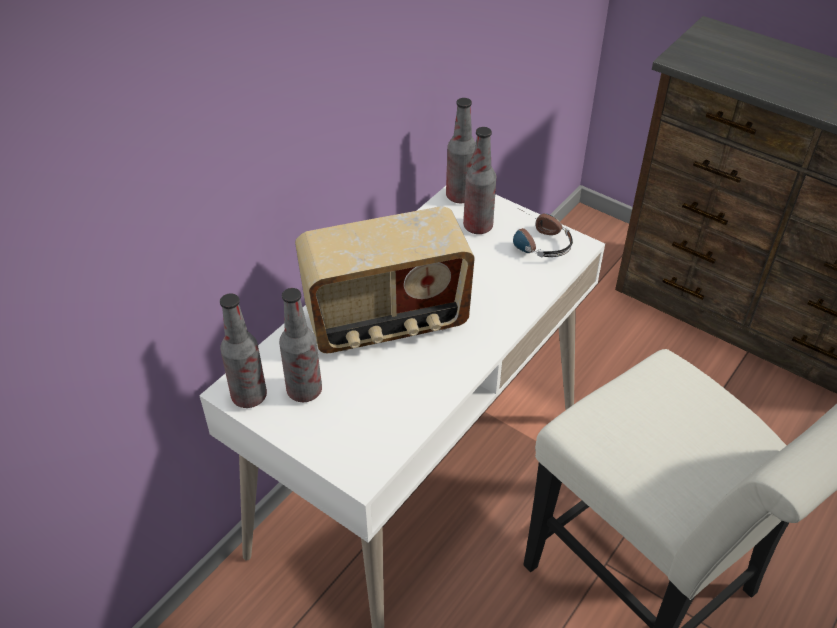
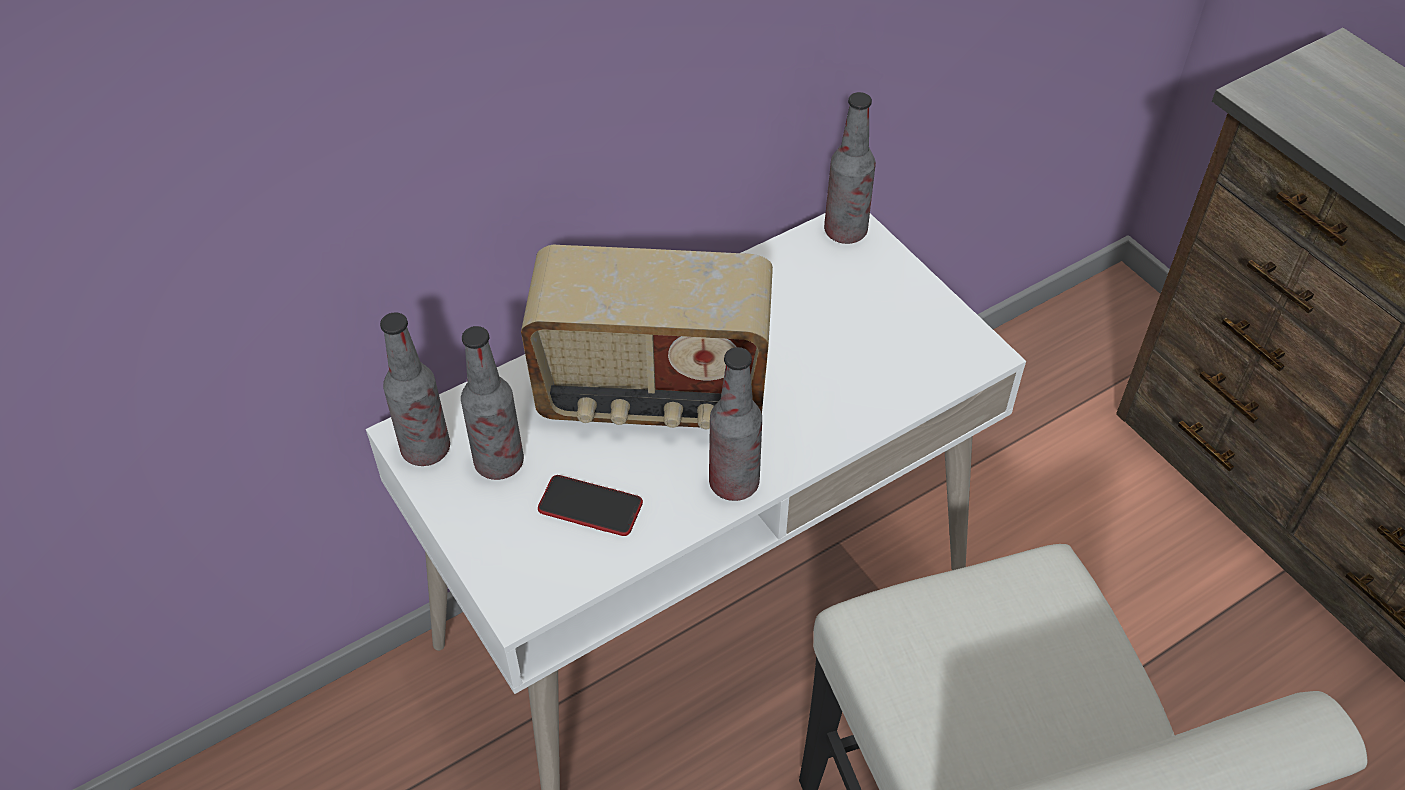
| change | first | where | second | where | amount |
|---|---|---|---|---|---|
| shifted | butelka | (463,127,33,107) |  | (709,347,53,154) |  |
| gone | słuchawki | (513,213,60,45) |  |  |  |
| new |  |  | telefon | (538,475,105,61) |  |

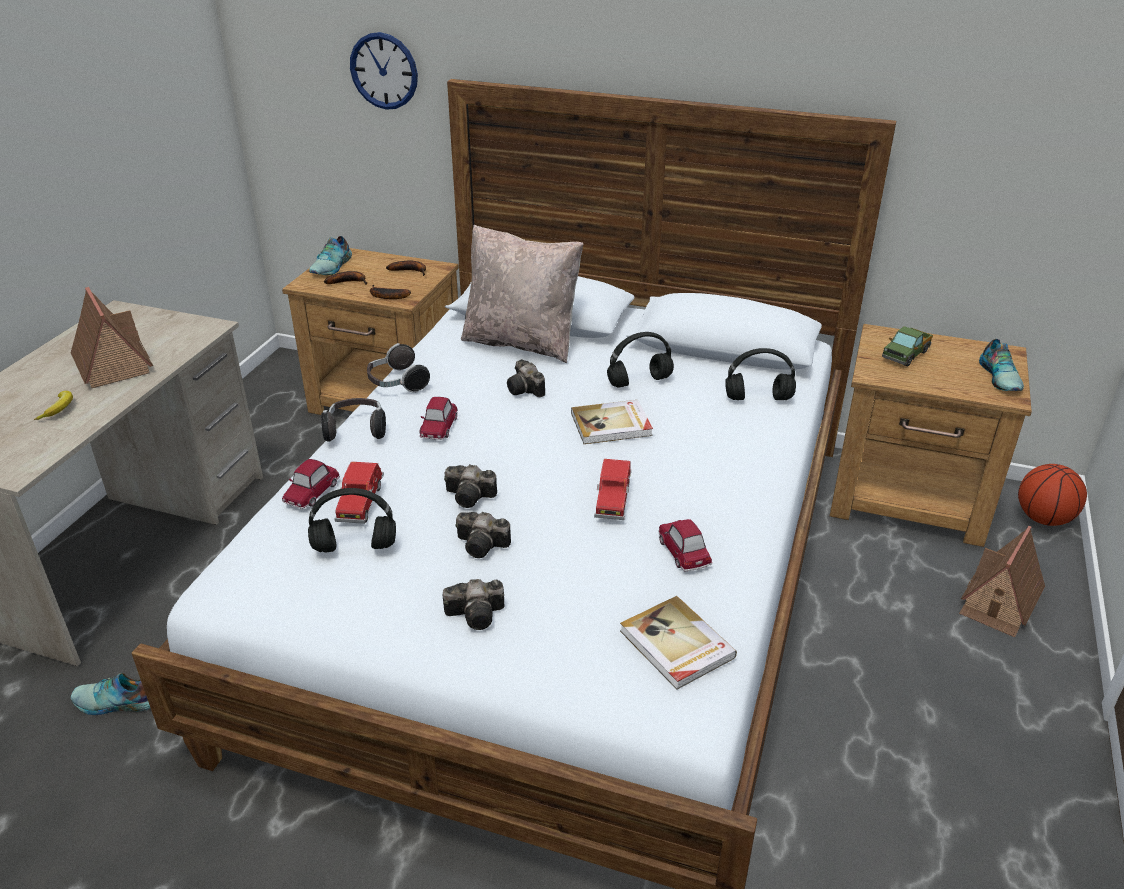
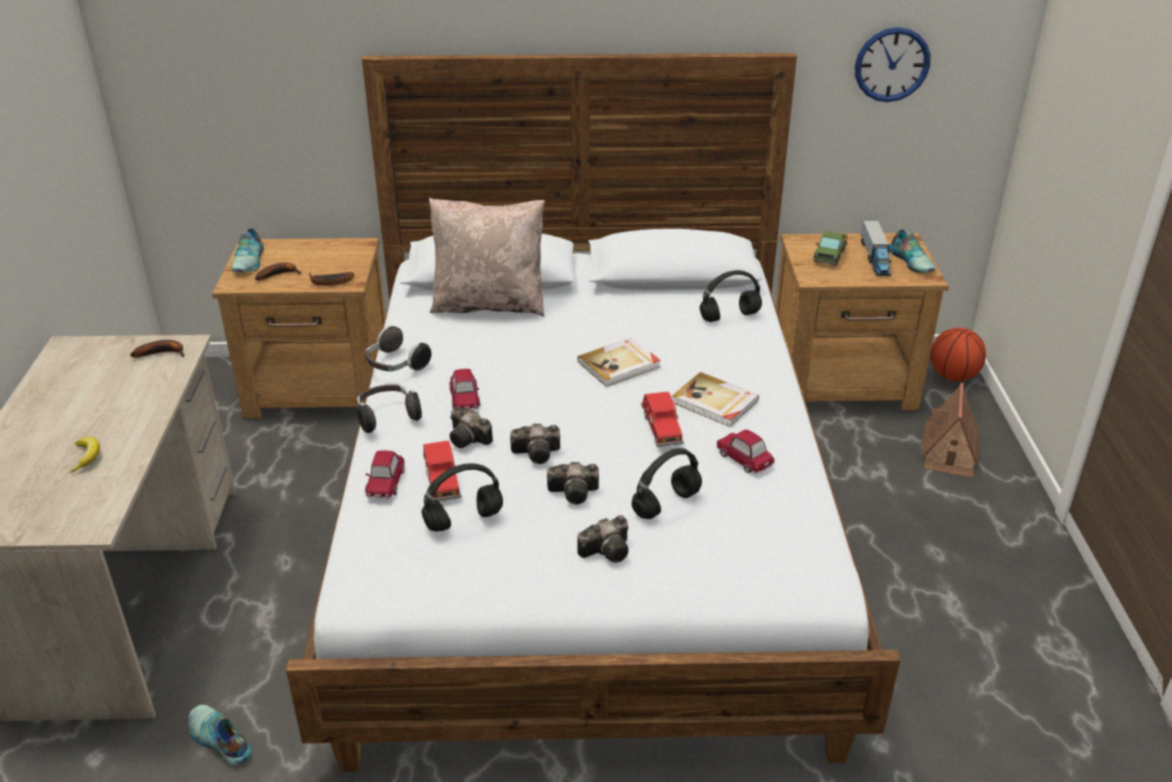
| change | first | where | second | where | amount |
|---|---|---|---|---|---|
| shifted | zegar ścienny | (350,32,68,78) |  | (855,27,75,75) |  |
| shifted | banan | (386,261,40,15) |  | (130,340,55,18) |  |
| gone | domek | (71,287,82,101) |  |  |  |
| shifted | słuchawki/czarny | (607,332,67,56) |  | (632,448,70,71) |  |
| shifted | aparat fotograficzny | (507,359,38,38) |  | (450,407,43,41) |  |
| shifted | książka | (620,596,117,94) |  | (672,372,87,55) |  |
| rotated | but | (71,673,79,42) |  | (189,705,62,61) | 60 degrees clockwise |
| new |  |  | ciężarówka zabawkowa | (861,220,30,56) |  |

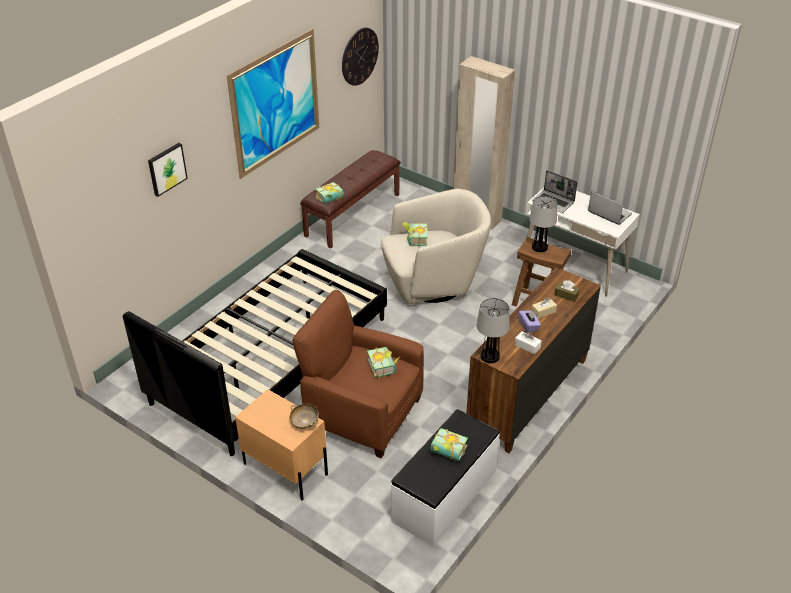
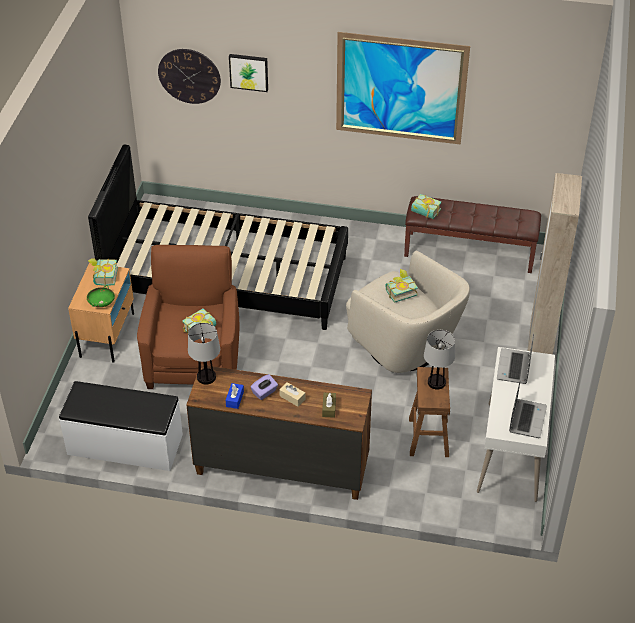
| change | first | where | second | where | amount |
|---|---|---|---|---|---|
| shifted | zegar ścienny | (342,28,37,58) |  | (158,49,63,55) |  |
| repainted | pudełko chusteczek/biały | (515,331,27,23) | pudełko chusteczek/niebieski | (226,383,18,26) |  |
| repainted | miska/beżowy | (290,404,29,25) | miska/zielony | (87,285,28,22) |  |
| shifted | książka | (430,428,38,33) |  | (88,258,30,29) |  |

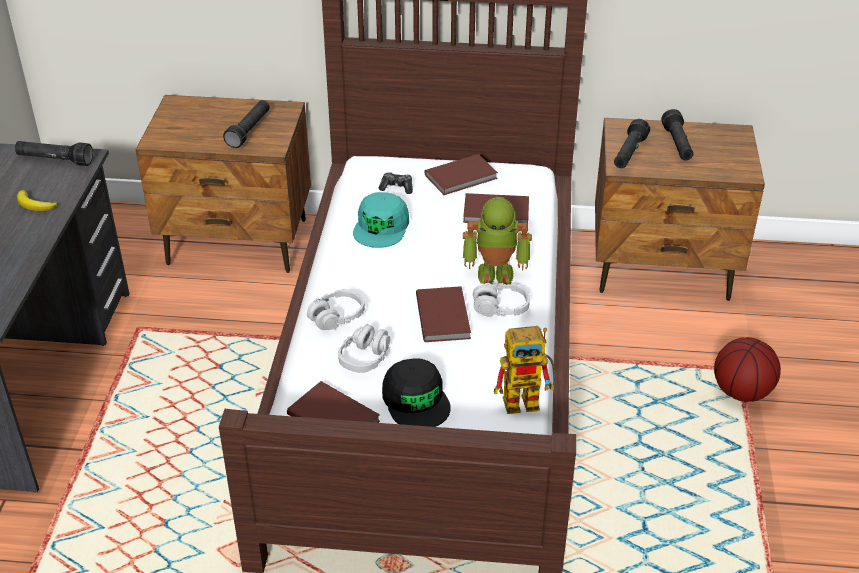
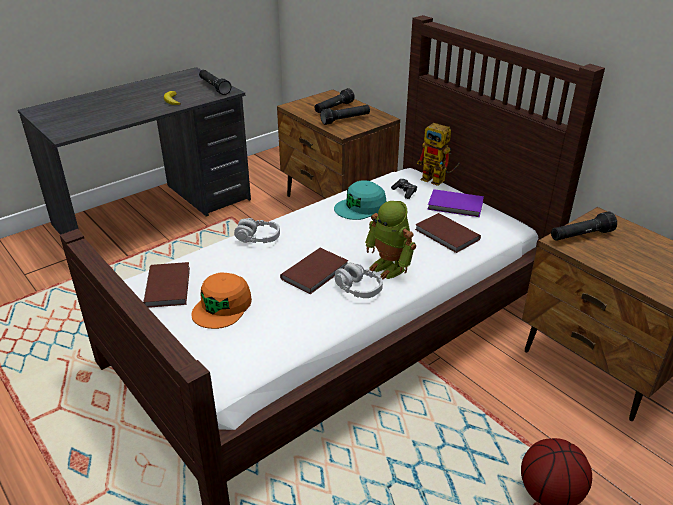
| change | first | where | second | where | amount |
|---|---|---|---|---|---|
| shifted | latarka/czarny | (661,109,32,52) |  | (314,88,41,25) |  |
| repainted | książka/brązowy | (425,154,73,41) | książka/fioletowy | (427,189,57,28) |  |
| gone | słuchawki/szary | (338,324,52,49) |  |  |  |
| shifted | robot zabawkowy | (494,326,62,88) |  | (417,123,43,63) |  |
| repainted | czapka z daszkiem/czarny | (382,358,69,69) | czapka z daszkiem/pomarańczowy | (191,272,61,57) |  |

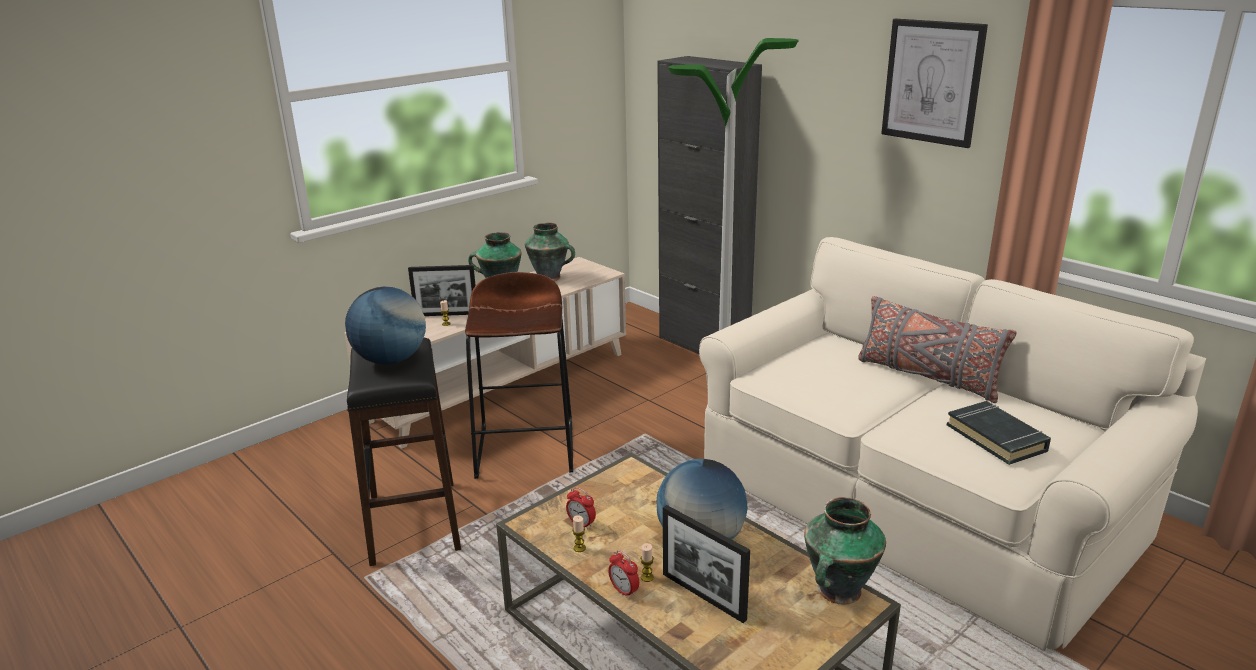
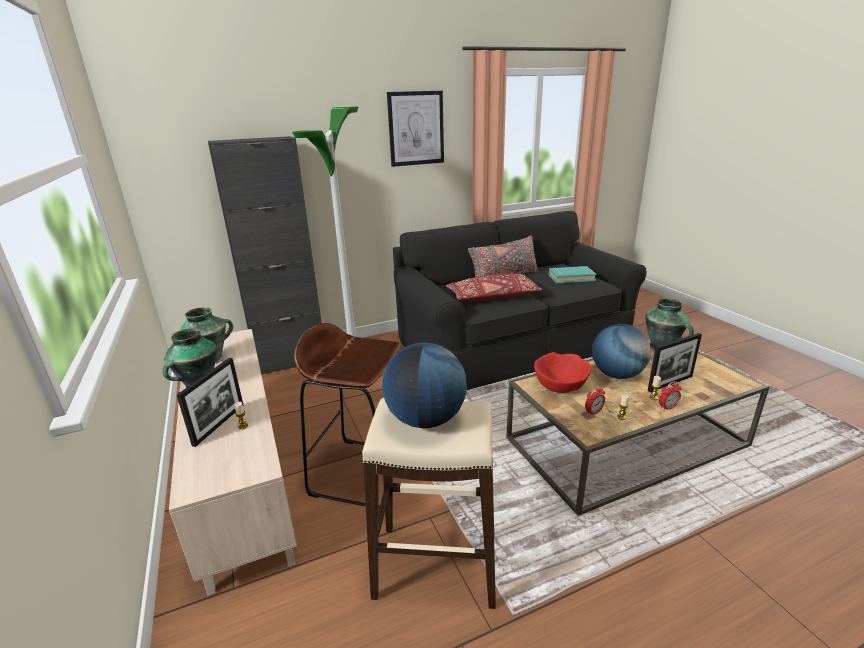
| change | first | where | second | where | amount |
|---|---|---|---|---|---|
| repainted | kanapa/beżowy | (699,237,507,414) | kanapa/czarny | (393,211,253,179) |  |
| repainted | stołek/czarny | (347,338,114,228) | stołek/beżowy | (362,398,134,211) |  |
| repainted | książka/czarny | (947,401,104,64) | książka/turkusowy | (549,266,47,17) |  |
| new |  |  | poduszka/czerwony | (446,273,96,29) |  |
| new |  |  | miska/czerwony | (534,352,58,41) |  |

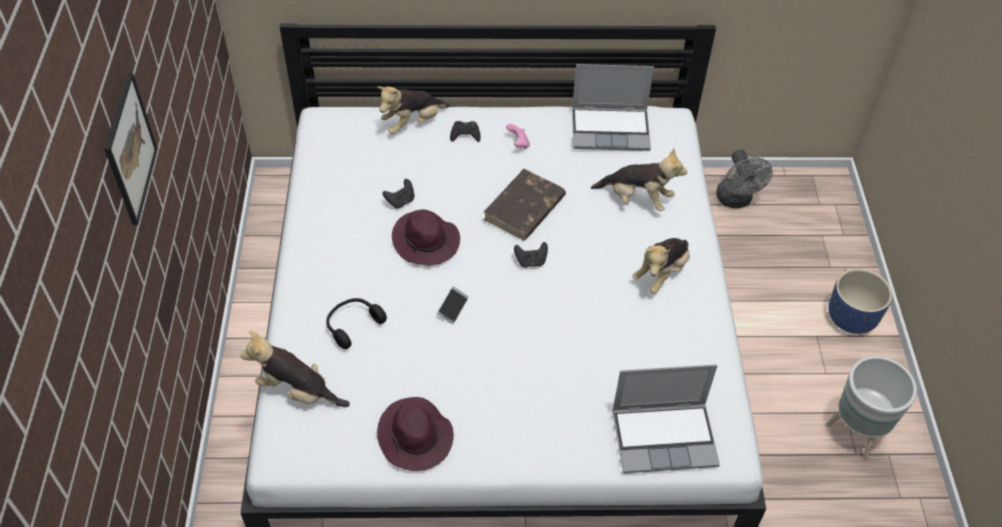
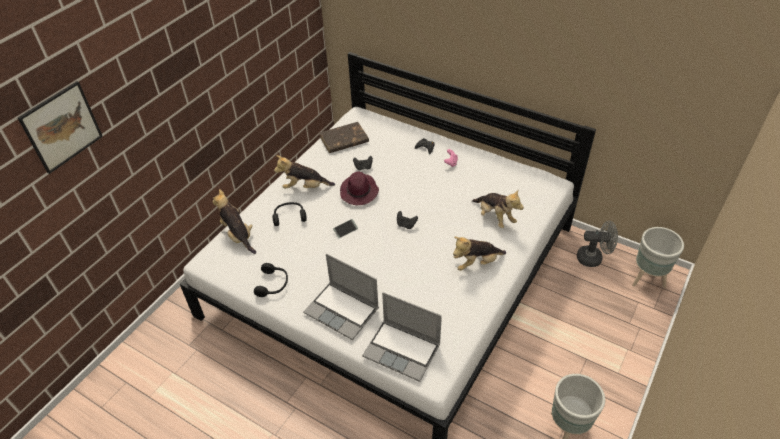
| change | first | where | second | where | amount |
|---|---|---|---|---|---|
| shifted | laptop | (572,64,82,87) |  | (304,254,75,86) |  |
| shifted | obraz | (104,72,54,153) |  | (18,81,85,93) |  |
| shifted | pluszak | (377,86,73,48) |  | (274,155,61,34) |  |
| rotated | wentylator/szary | (716,149,57,59) |  | (577,221,41,46) | 105 degrees counterclockwise |
| shifted | książka/brązowy | (483,169,83,71) |  | (320,122,49,31) |  |
| gone | donica/niebieski | (828,268,64,66) |  |  |  |
| swapped | kapelusz/fioletowy | (377,397,77,74) | słuchawki/czarny | (254,263,34,34) |  |
| new |  |  | donica/szary | (632,227,52,61) |  |

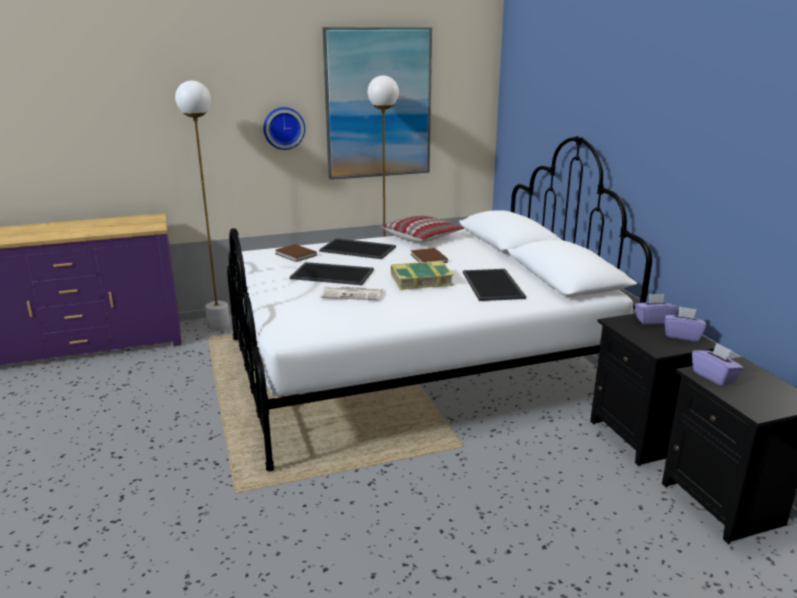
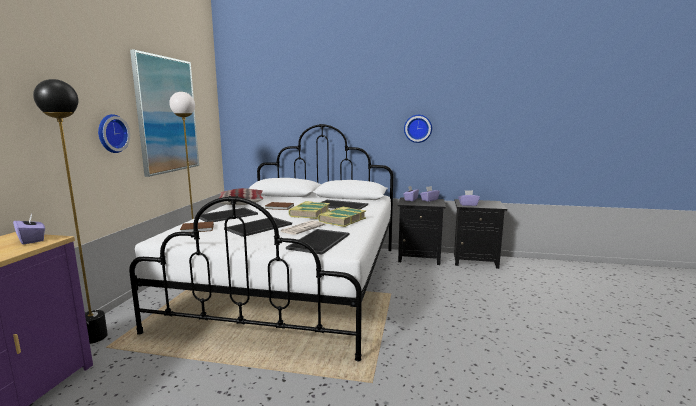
| change | first | where | second | where | amount |
|---|---|---|---|---|---|
| repainted | lampa stojąca/biały | (175,81,55,250) | lampa stojąca/czarny | (33,79,75,265) |  |
| new |  |  | zegar ścienny | (404,115,28,28) |  |
| new |  |  | książka | (318,207,48,20) |  |
| new |  |  | pudełko chusteczek/fioletowy | (13,214,32,30) |  |
| new |  |  | taca | (286,229,63,26) |  |

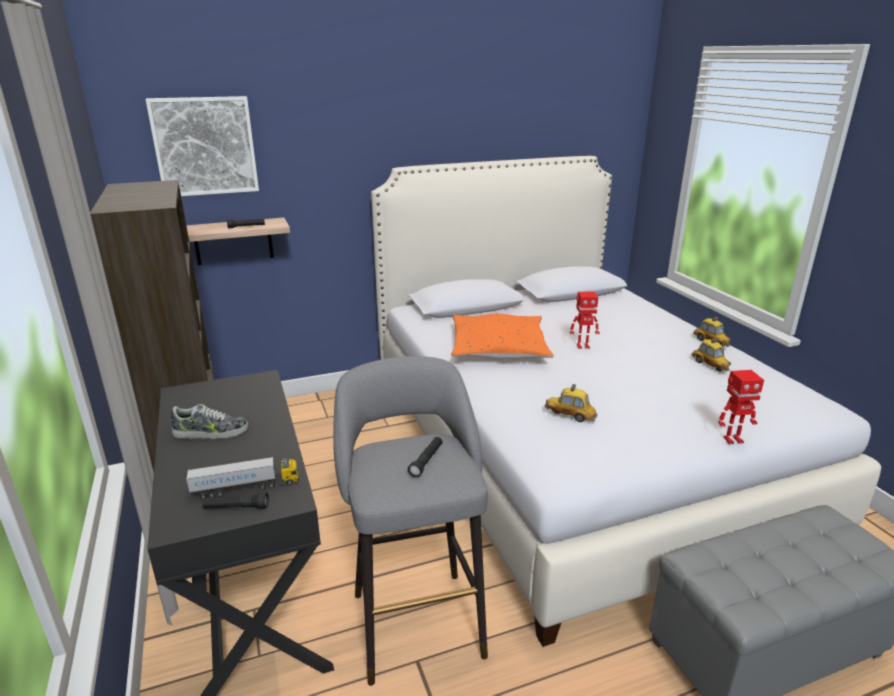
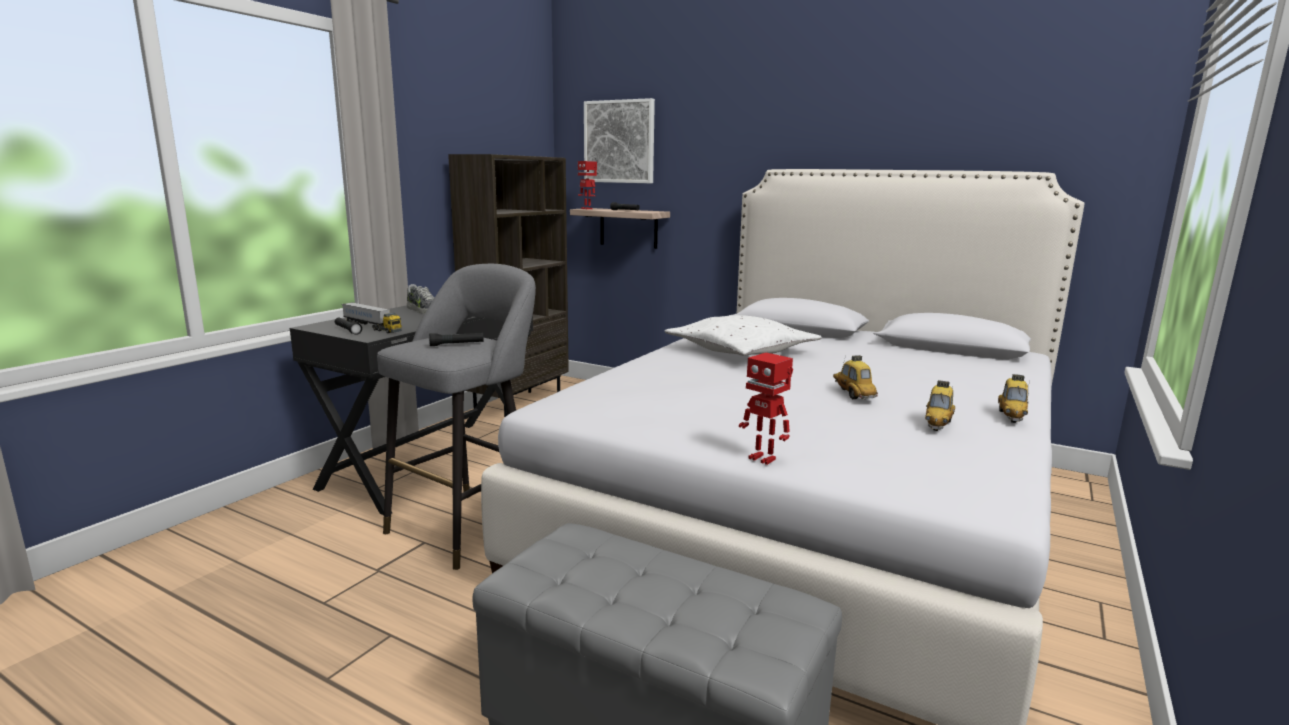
| change | first | where | second | where | amount |
|---|---|---|---|---|---|
| shifted | robot zabawkowy | (570,292,30,57) |  | (578,161,19,48) |  |
| repainted | poduszka/pomarańczowy | (451,314,102,45) | poduszka/biały | (665,315,156,41) |  |
| shifted | samochodzik | (545,384,52,38) |  | (833,355,45,45) |  |

